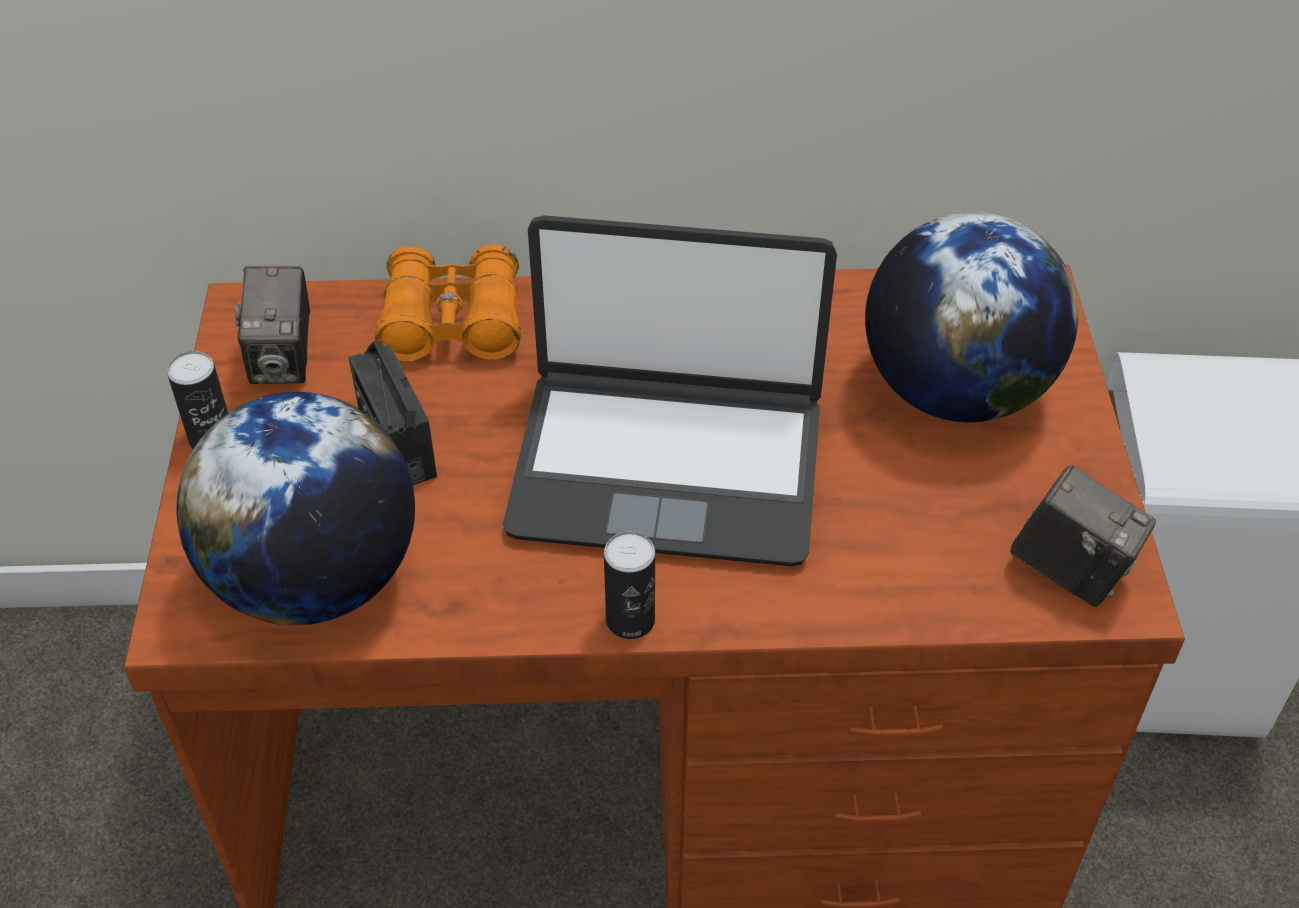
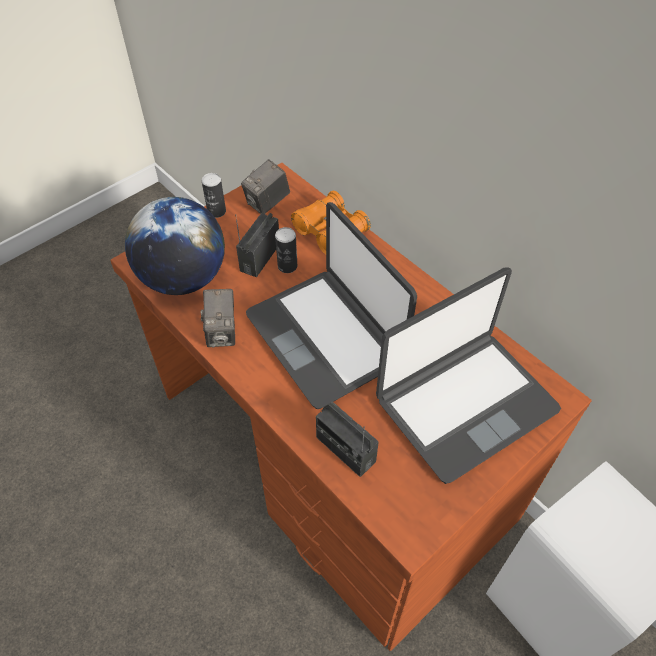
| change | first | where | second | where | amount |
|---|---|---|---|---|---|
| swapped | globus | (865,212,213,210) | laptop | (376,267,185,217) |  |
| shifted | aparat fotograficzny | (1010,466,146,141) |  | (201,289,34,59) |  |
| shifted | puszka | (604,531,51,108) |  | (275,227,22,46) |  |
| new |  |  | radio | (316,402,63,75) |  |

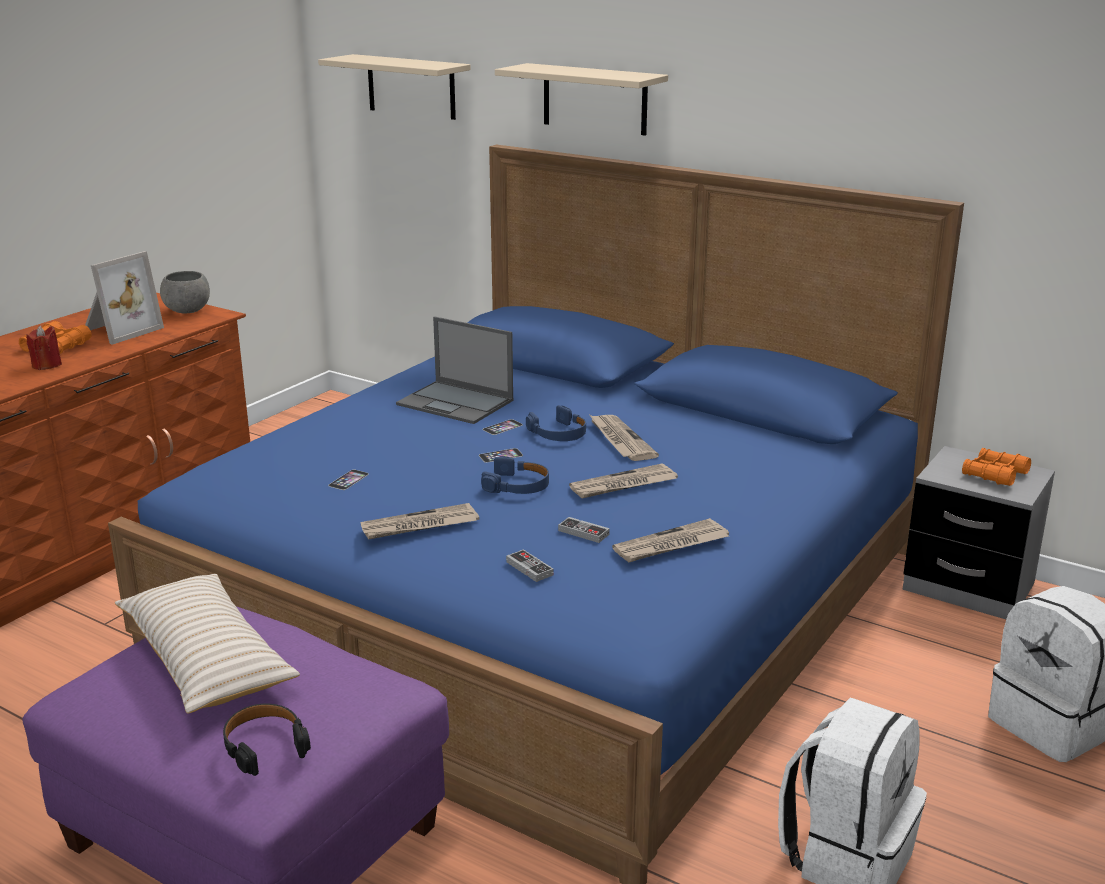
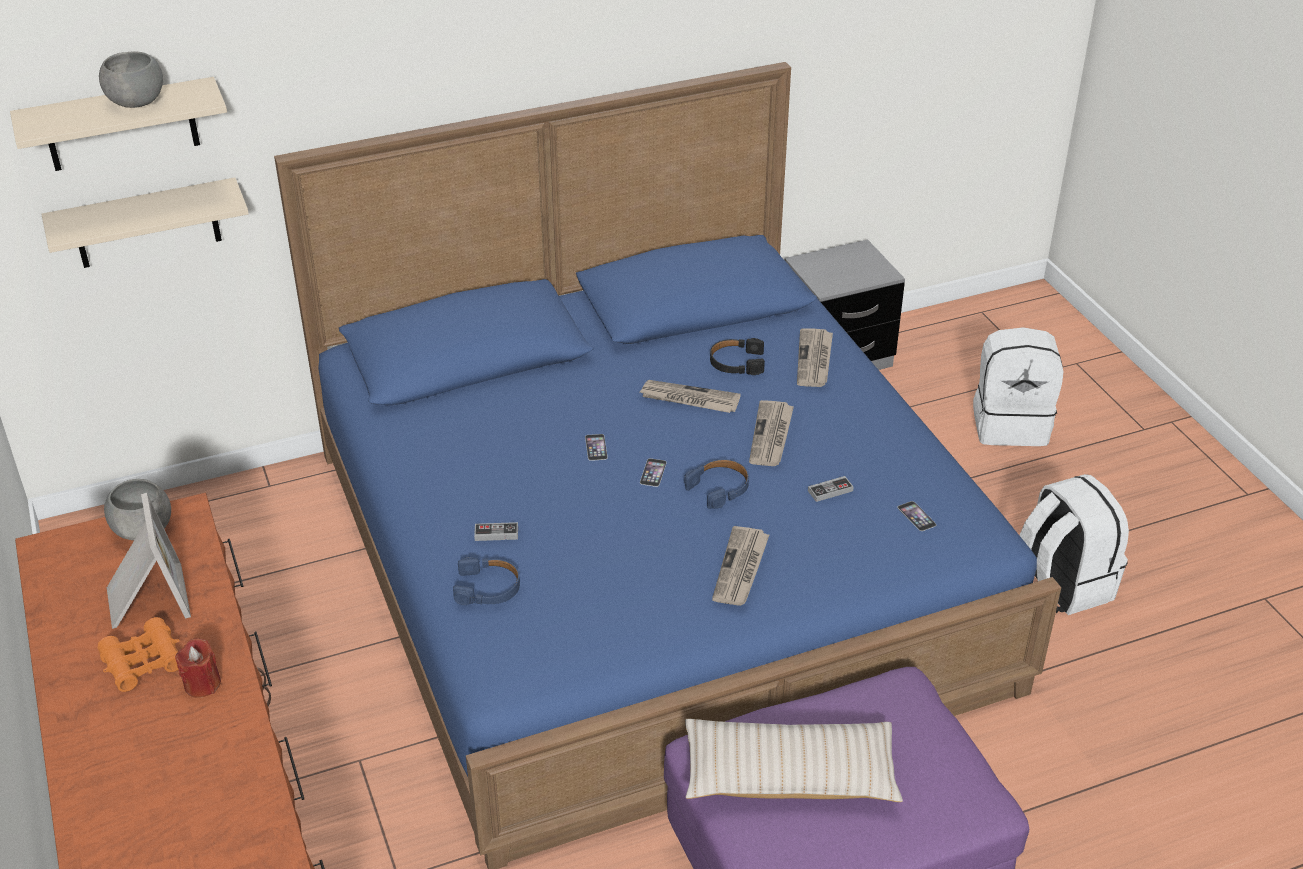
| change | first | where | second | where | amount |
|---|---|---|---|---|---|
| shifted | półka/beżowy | (495,63,173,73) |  | (41,177,208,91) |  |
| gone | laptop | (396,316,117,108) |  |  |  |
| shifted | słuchawki/niebieski | (526,405,60,36) |  | (453,557,67,48) |  |
| gone | lornetka/pomarańczowy | (962,448,69,38) |  |  |  |
| shifted | telefon | (328,470,41,20) |  | (897,501,39,30) |  |
| shifted | gazeta | (612,518,117,44) |  | (797,328,36,59) |  |
| shifted | pad do gier | (506,549,48,33) |  | (474,522,44,19) |  |
| shifted | słuchawki/czarny | (223,704,88,72) |  | (710,338,55,37) |  |
| new |  |  | miska/szary | (99,51,64,57) |  |

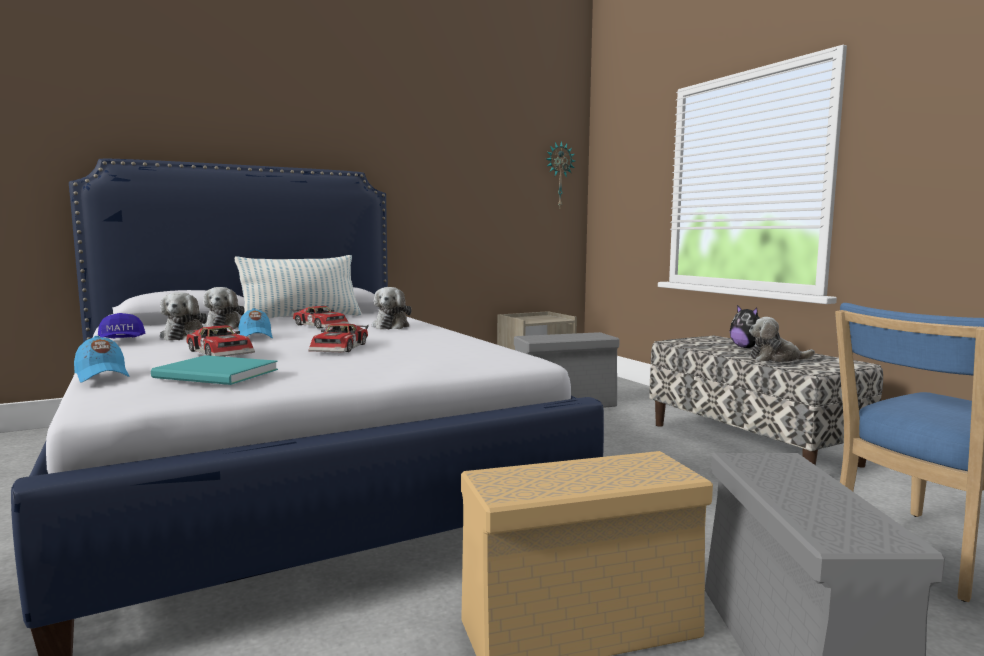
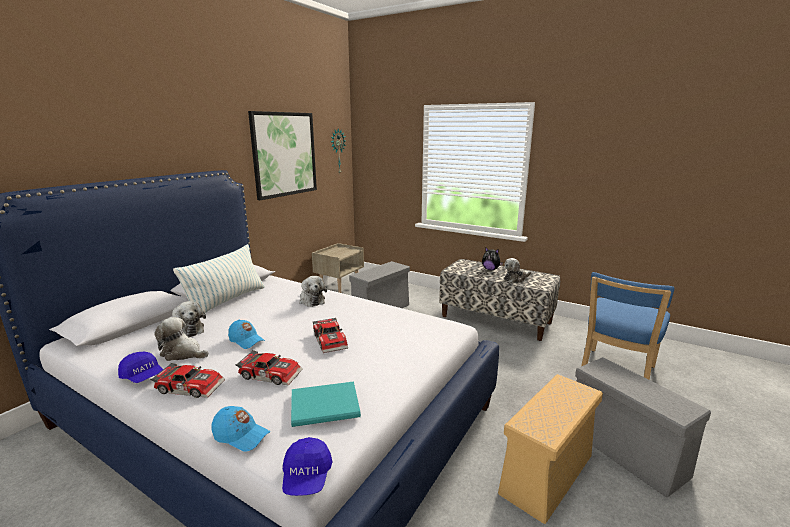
| change | first | where | second | where | amount |
|---|---|---|---|---|---|
| rotated | pluszak | (160,292,47,48) |  | (155,317,54,44) | 150 degrees clockwise |
| shifted | samochodzik | (292,306,57,23) |  | (150,363,75,35) |  |
| new |  |  | obraz | (248,111,69,89) |  |
| new |  |  | czapka z daszkiem/niebieski | (282,437,50,59) |  |

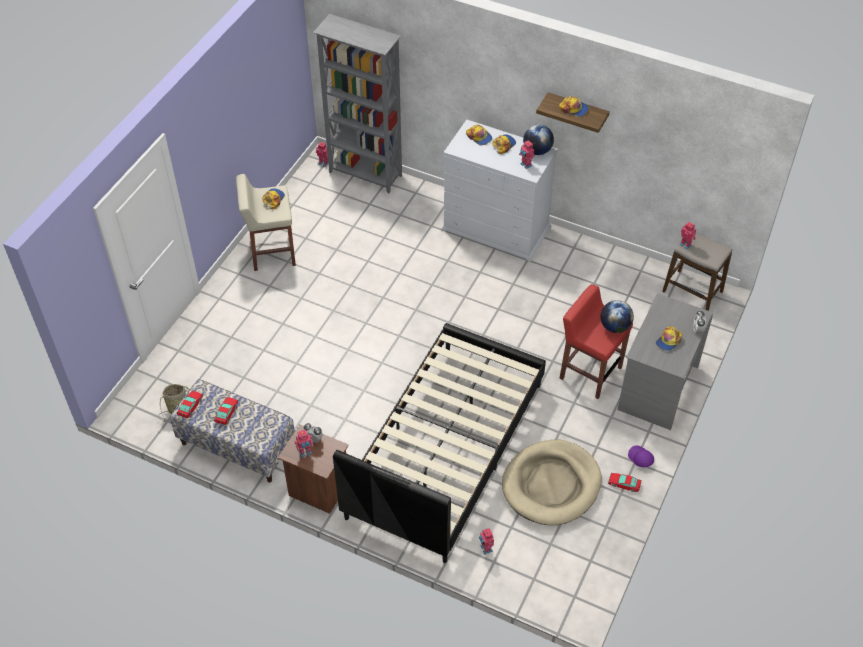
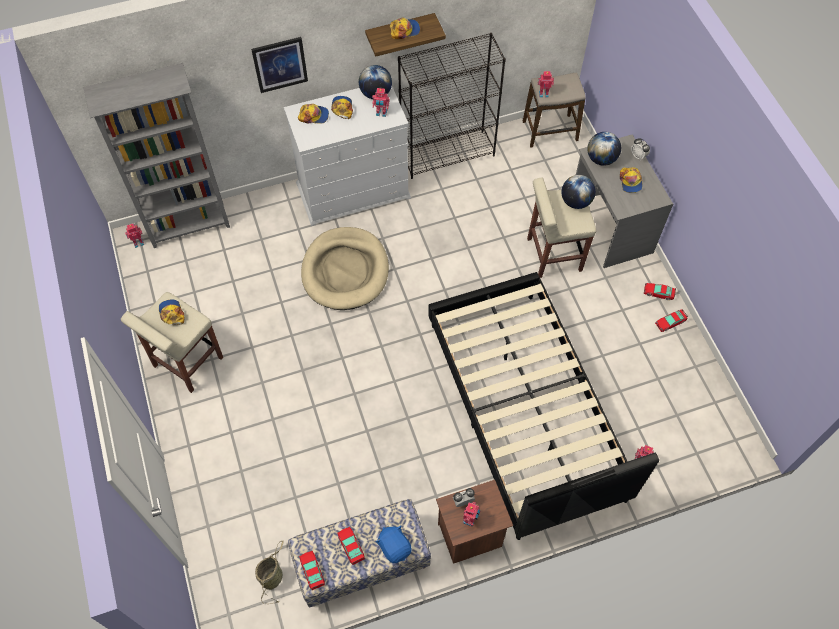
| change | first | where | second | where | amount |
|---|---|---|---|---|---|
| repainted | stołek/czerwony | (559,284,74,115) | stołek/beżowy | (527,177,69,101) |  |
| shifted | legowisko/beżowy | (502,439,99,86) |  | (301,227,88,83) |  |
| swapped | czapka z daszkiem/fioletowy | (628,445,26,22) | samochodzik | (644,283,32,17) |  |
| new |  |  | regał/czarny | (398,33,108,146) |  |
| new |  |  | obraz | (251,37,57,56) |  |
| new |  |  | globus | (587,132,34,34) |  |
| new |  |  | pluszak/niebieski | (376,525,36,38) |  |

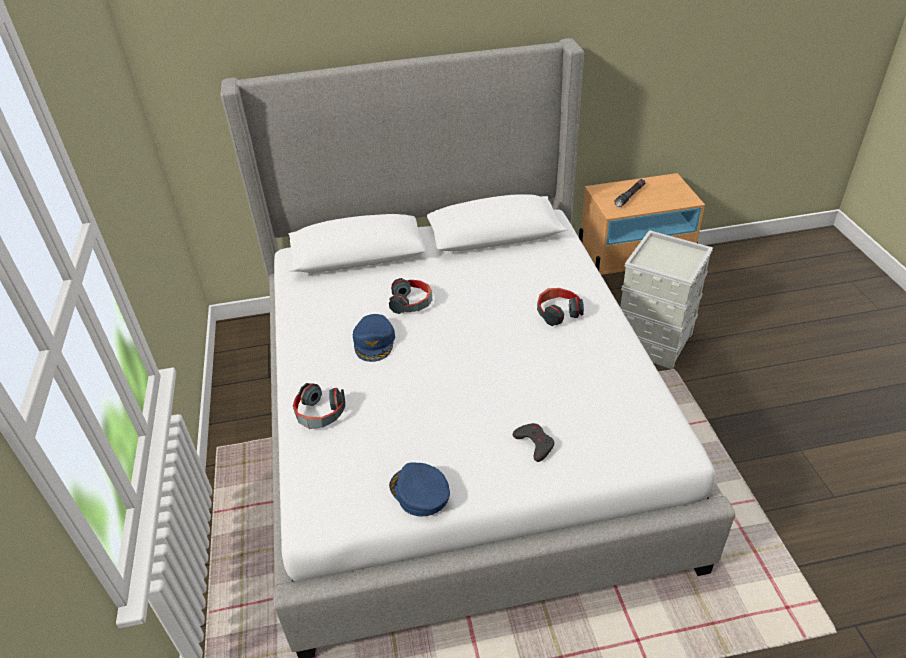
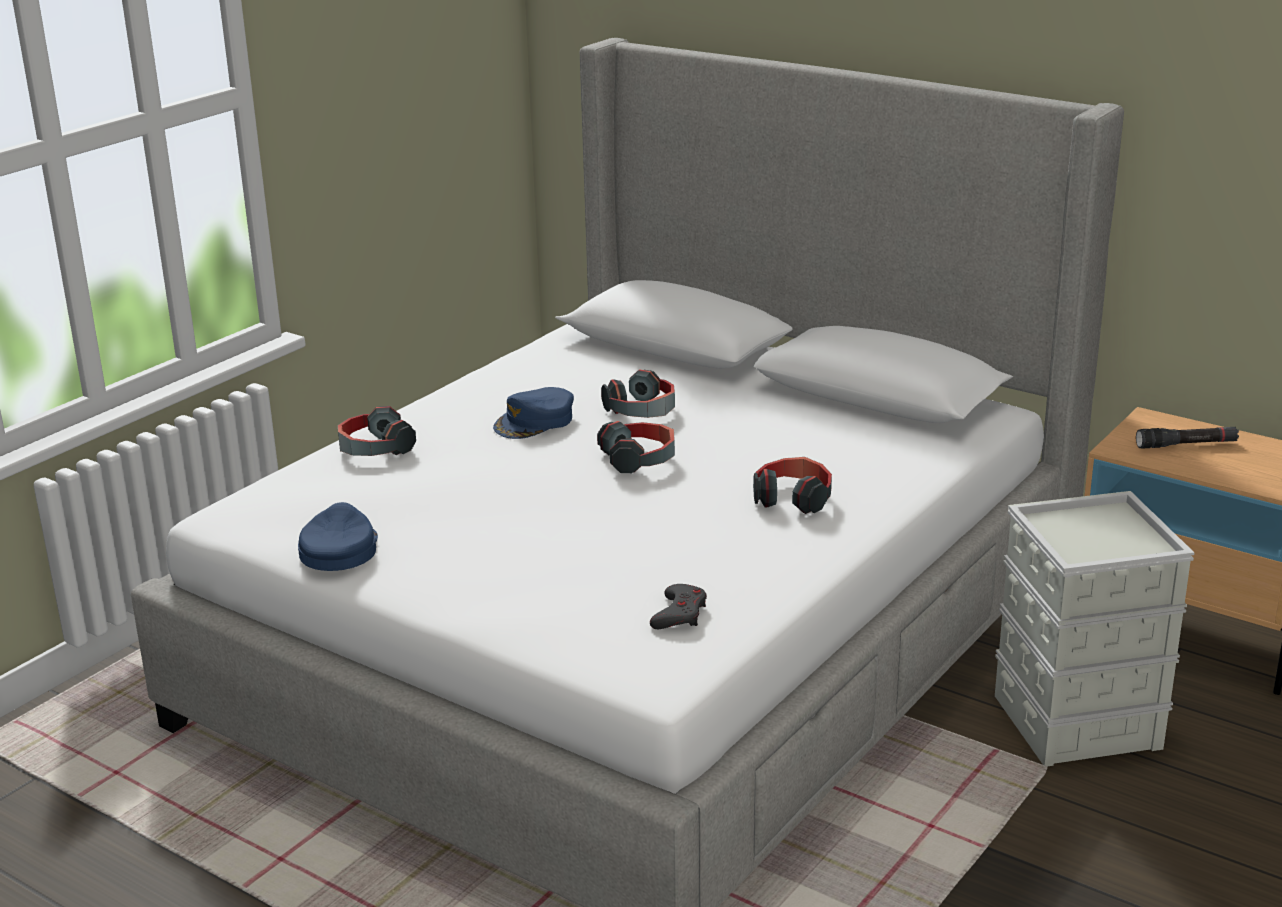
| change | first | where | second | where | amount |
|---|---|---|---|---|---|
| shifted | pad do gier/szary | (513,423,41,39) |  | (650,584,57,45) |  |
| new |  |  | słuchawki | (597,421,78,52) |  |

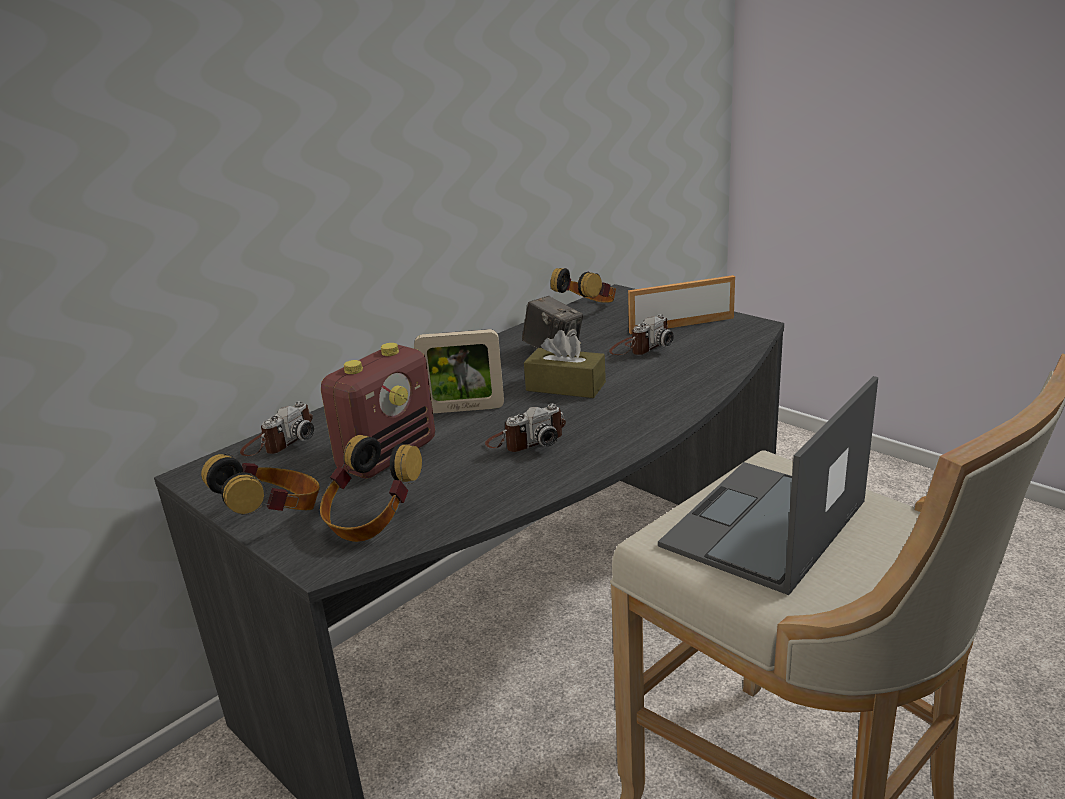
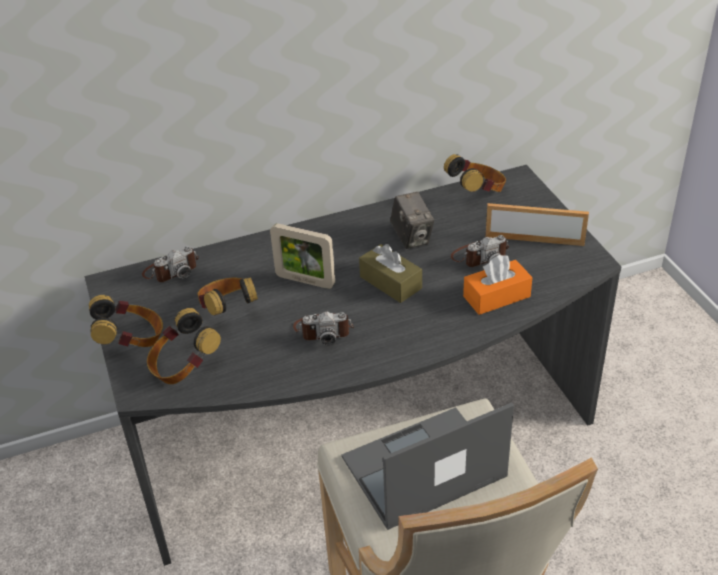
| change | first | where | second | where | amount |
|---|---|---|---|---|---|
| swapped | radio | (321,343,114,135) | słuchawki | (197,277,61,39) |  |
| new |  |  | pudełko chusteczek/pomarańczowy | (463,255,69,60) |  |

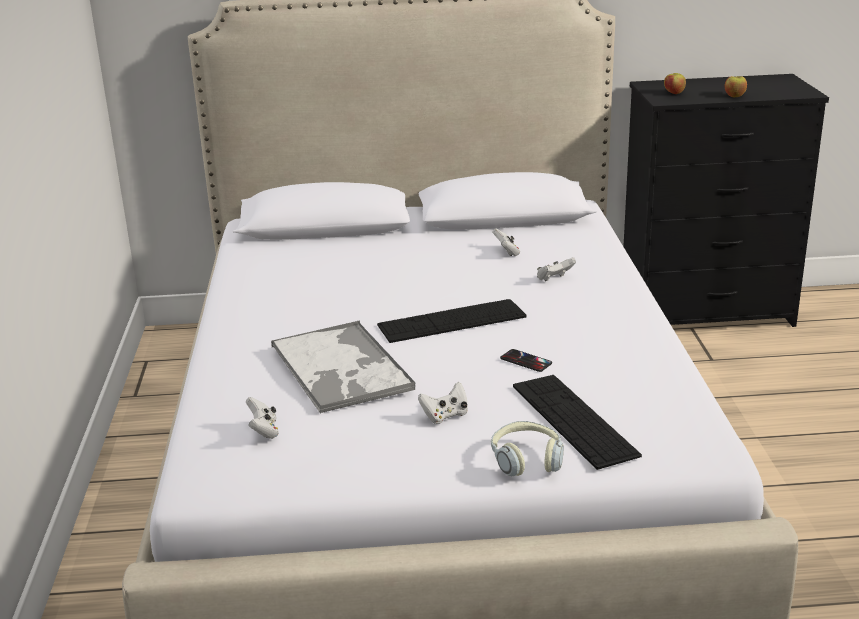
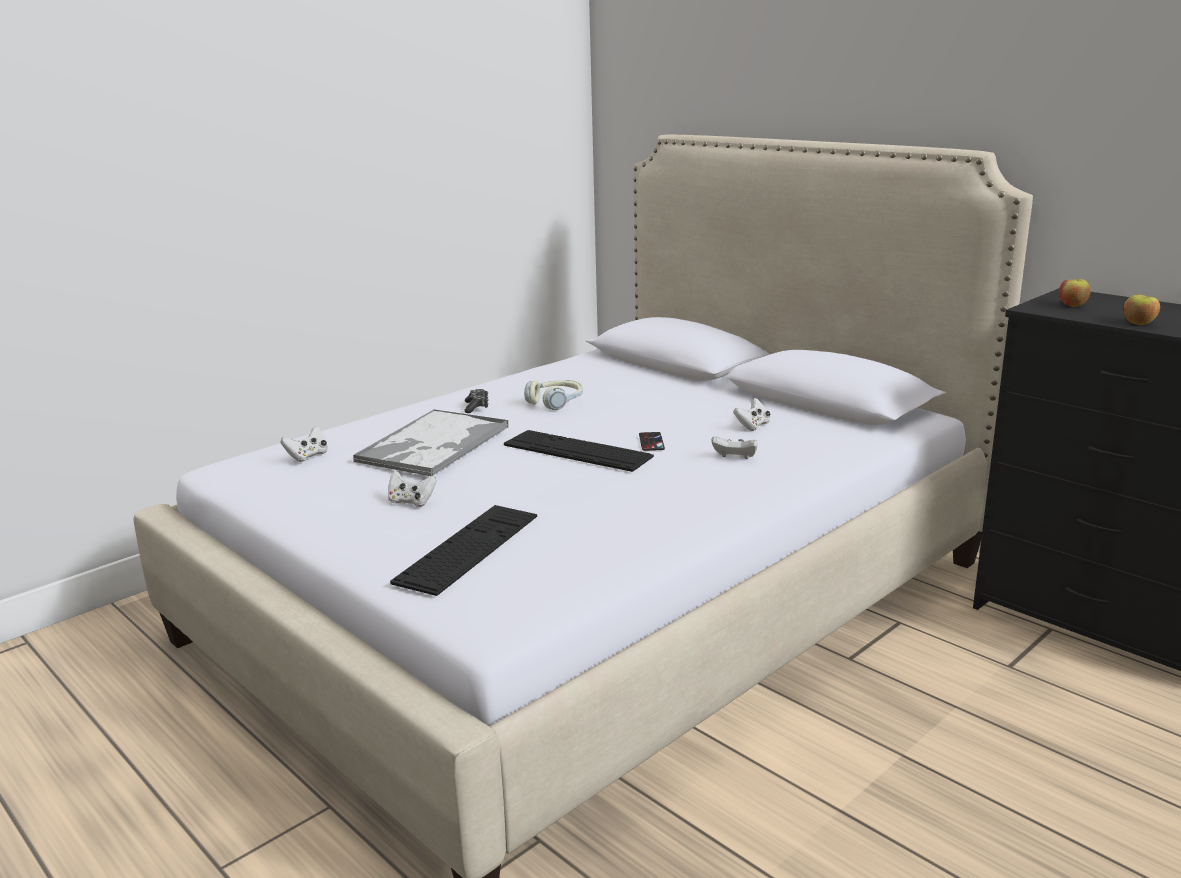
| change | first | where | second | where | amount |
|---|---|---|---|---|---|
| shifted | telefon | (500,349,52,23) |  | (639,432,26,19) |  |
| shifted | słuchawki | (491,421,73,55) |  | (524,380,59,30) |  |
| new |  |  | pad do gier | (464,389,25,24) |  |

